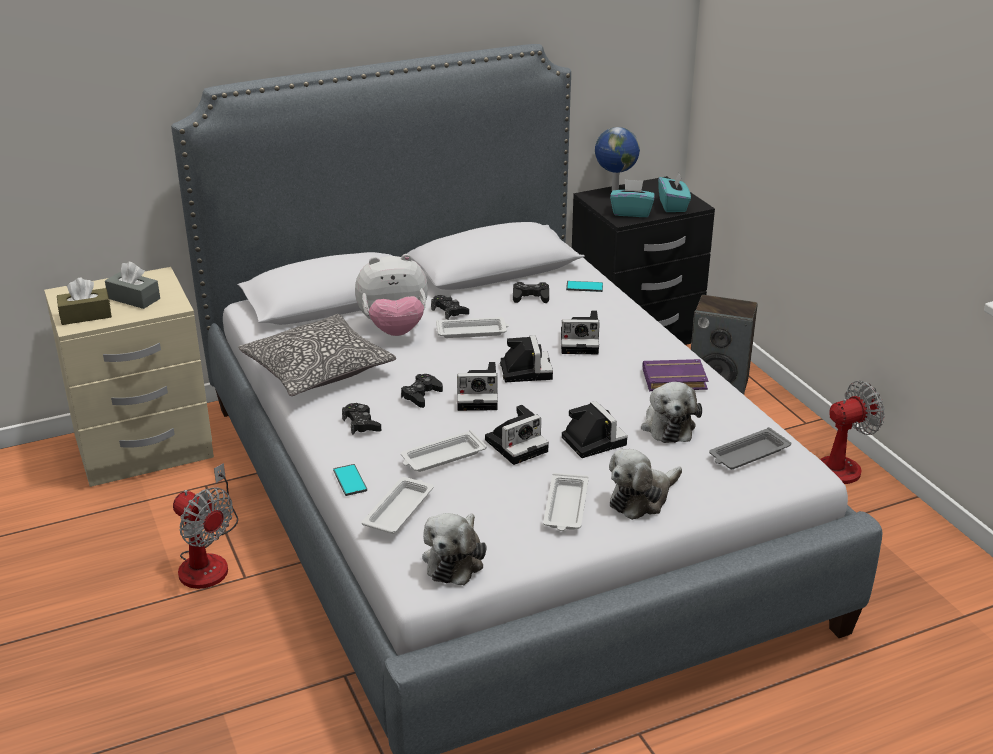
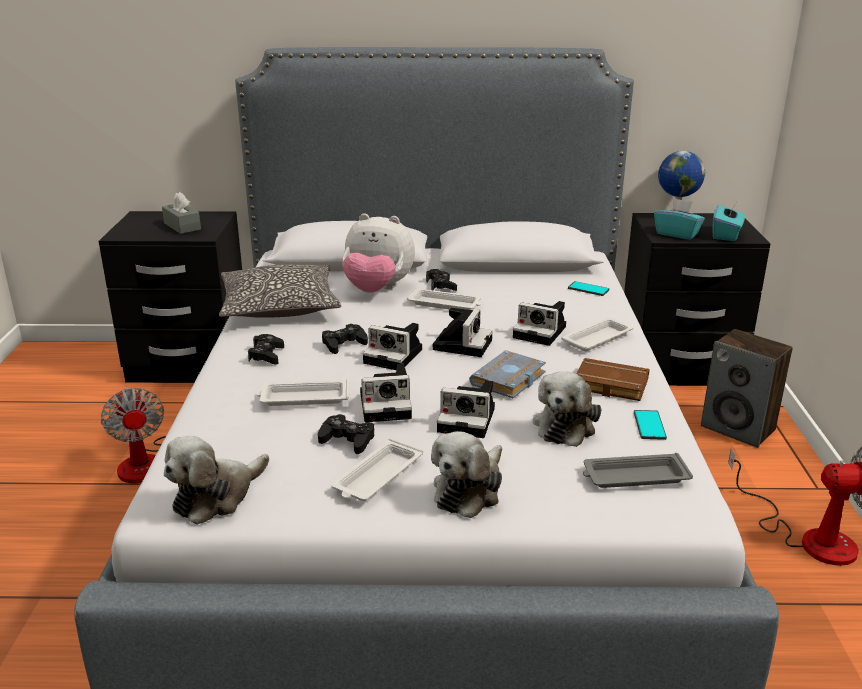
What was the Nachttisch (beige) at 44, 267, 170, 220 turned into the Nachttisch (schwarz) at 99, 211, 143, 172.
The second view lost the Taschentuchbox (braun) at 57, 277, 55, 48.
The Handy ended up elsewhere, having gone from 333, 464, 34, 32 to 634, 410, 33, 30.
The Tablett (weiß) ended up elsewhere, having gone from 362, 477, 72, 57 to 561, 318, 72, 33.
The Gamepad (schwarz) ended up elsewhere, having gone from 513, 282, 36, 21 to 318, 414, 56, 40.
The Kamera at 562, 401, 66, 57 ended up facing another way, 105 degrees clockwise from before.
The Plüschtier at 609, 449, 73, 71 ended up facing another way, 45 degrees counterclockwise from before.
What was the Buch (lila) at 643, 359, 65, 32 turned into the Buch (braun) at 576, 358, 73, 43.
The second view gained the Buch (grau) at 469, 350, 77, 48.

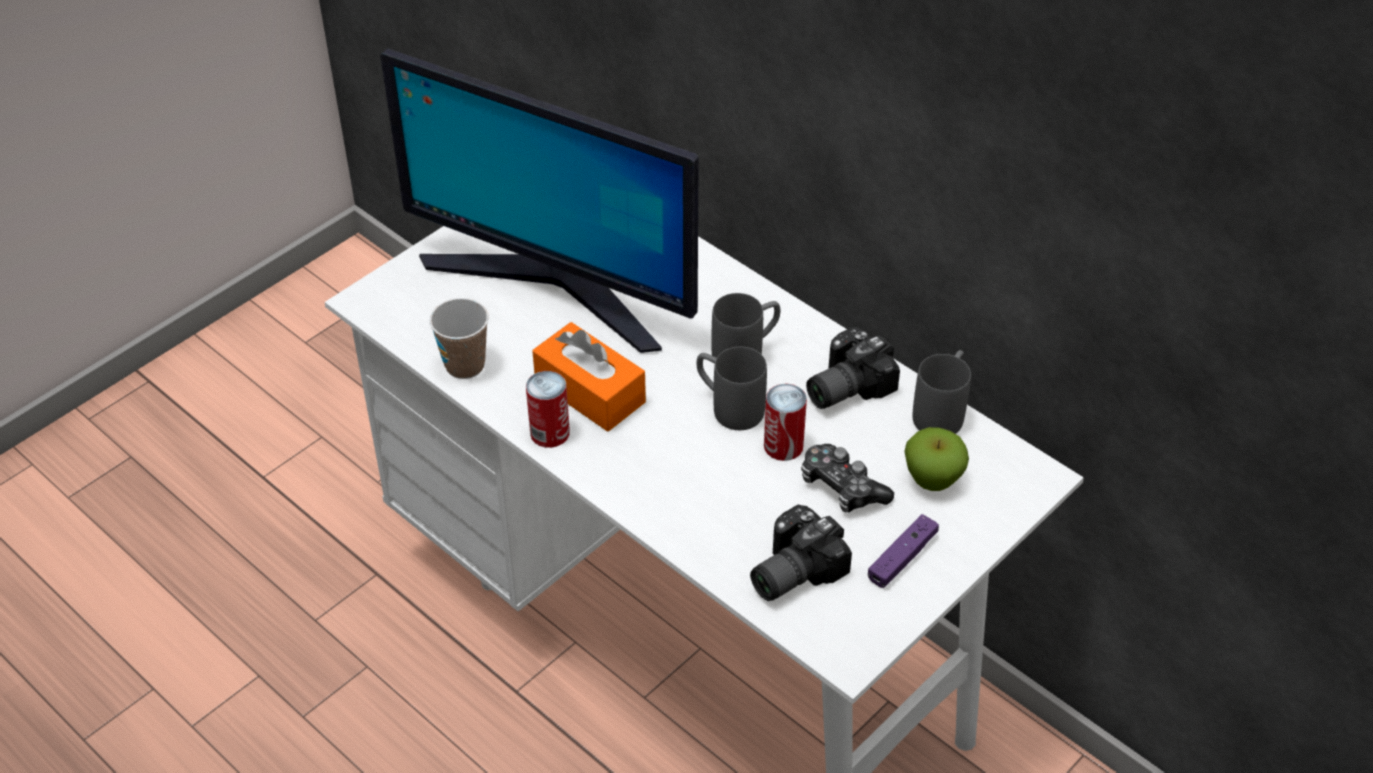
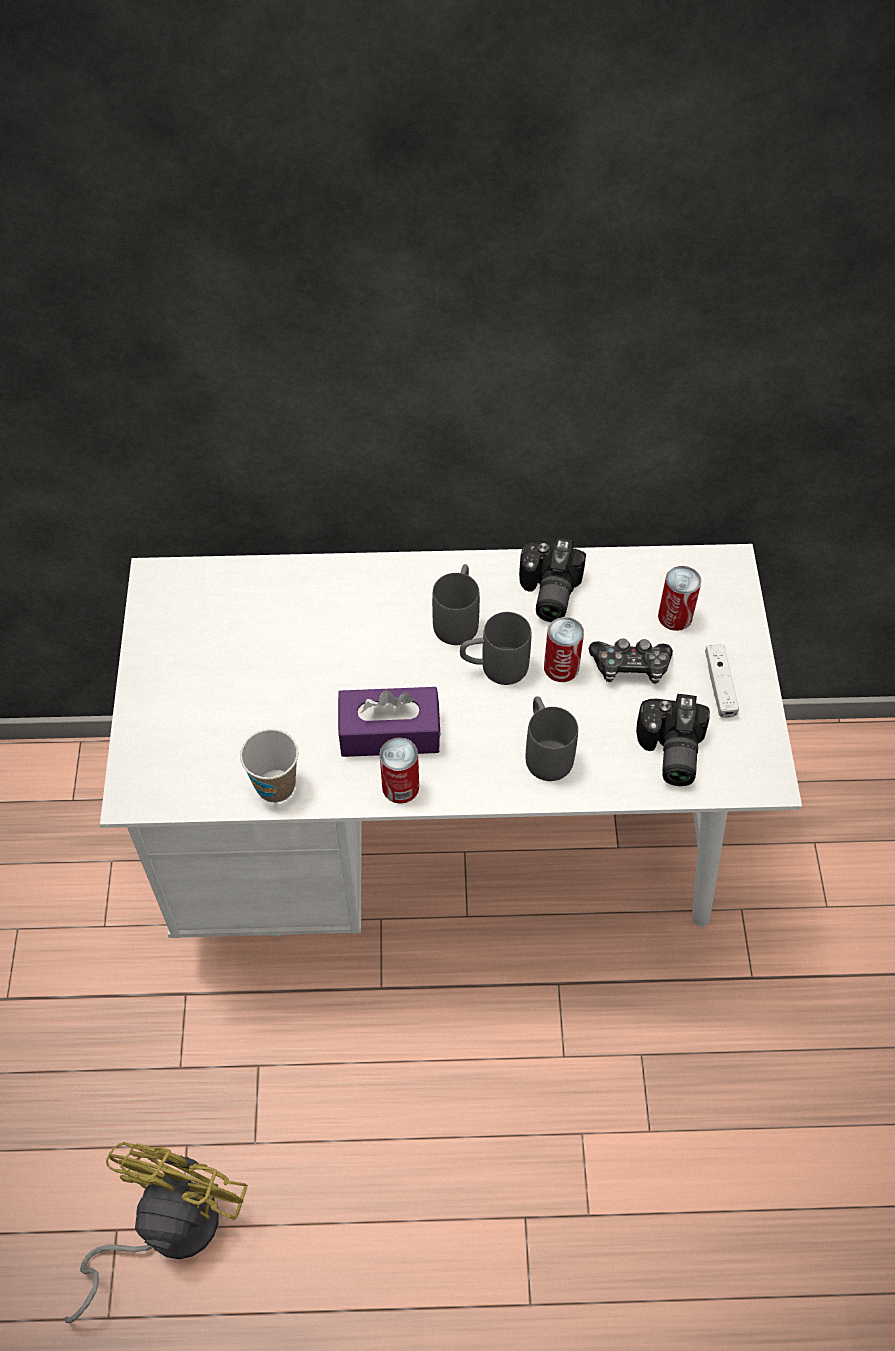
The second view lost the Monitor at 380, 49, 319, 304.
What was the Taschentuchbox (orange) at 532, 322, 114, 109 turned into the Taschentuchbox (lila) at 338, 687, 103, 70.
What was the Gamepad (lila) at 868, 514, 71, 74 turned into the Gamepad (weiß) at 705, 645, 34, 73.
Where the Apfel stood at 904, 427, 65, 64, the Dose came to stand at 658, 566, 43, 65.
The Henkelbecher (grau) ended up elsewhere, having gone from 912, 350, 59, 84 to 526, 696, 52, 85.
The second view gained the Ventilator (gelb) at 65, 1142, 183, 181.

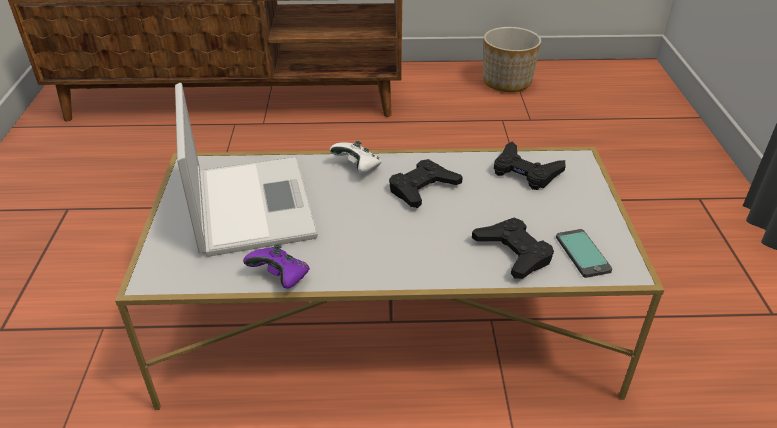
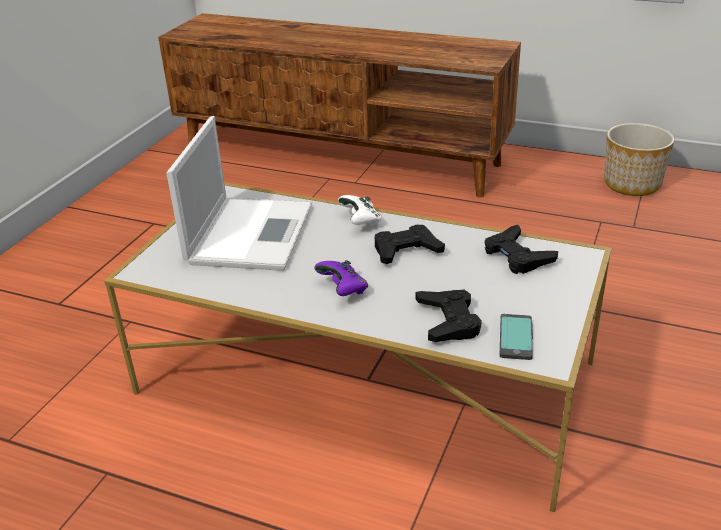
The Gamepad (lila) ended up elsewhere, having gone from 243, 244, 67, 45 to 314, 260, 54, 36.

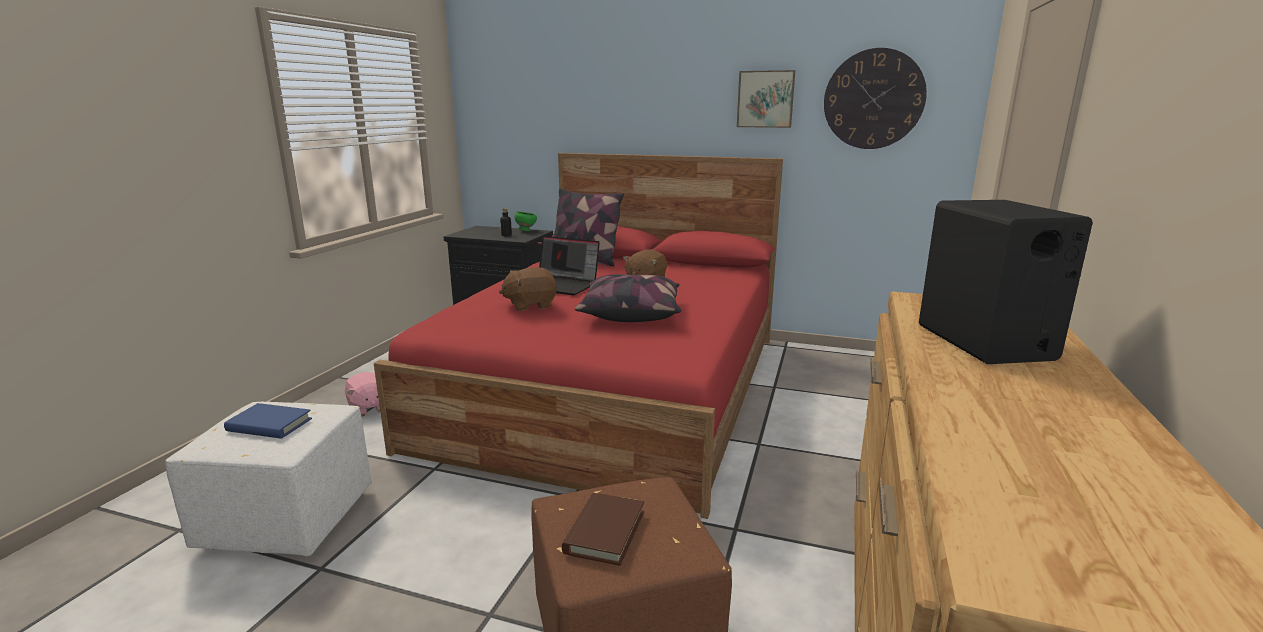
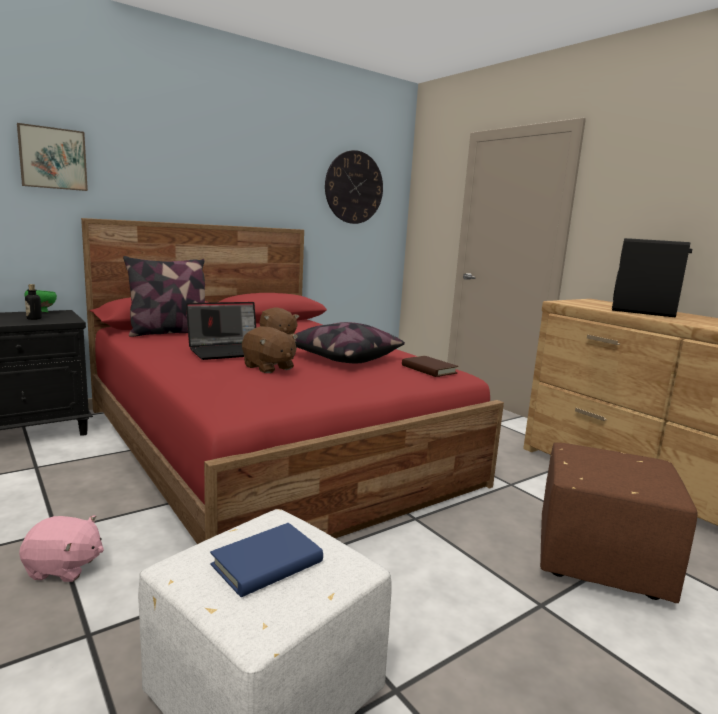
The Plüschtier (braun) at 499, 267, 58, 44 ended up facing another way, 60 degrees counterclockwise from before.
The Buch (braun) ended up elsewhere, having gone from 562, 493, 82, 73 to 402, 356, 56, 21.
The Bild ended up elsewhere, having gone from 737, 70, 58, 58 to 17, 123, 71, 68.

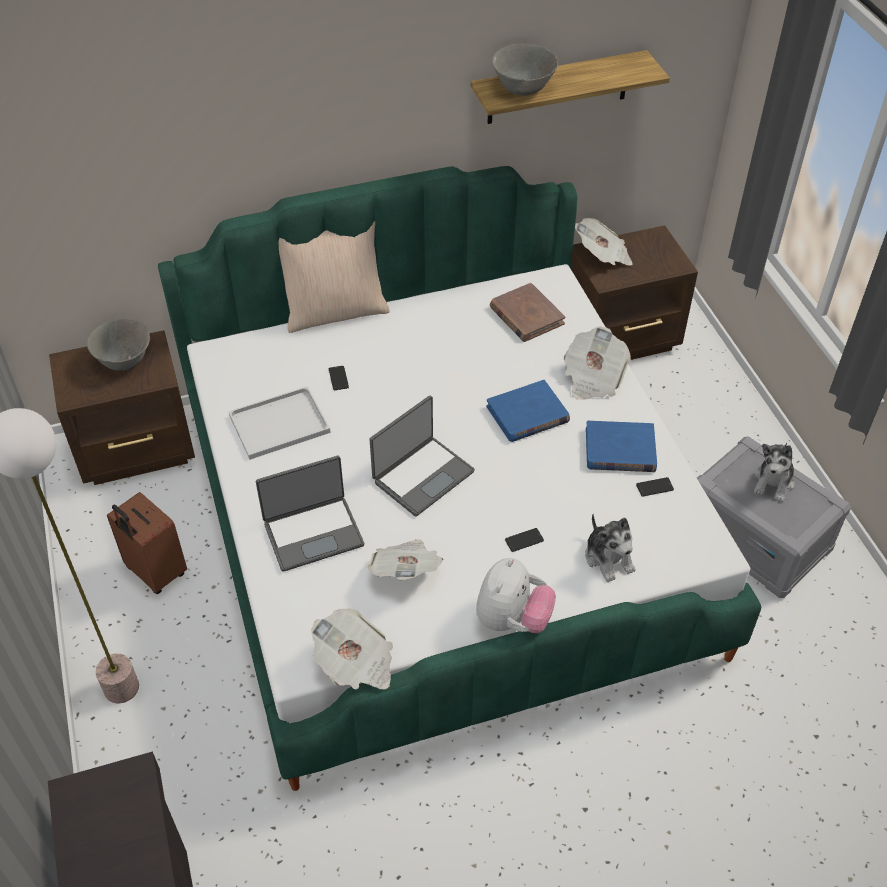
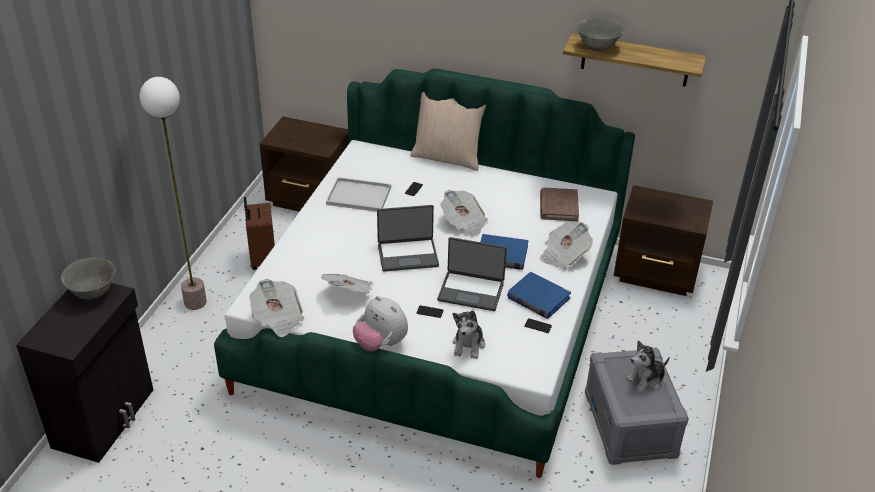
The Schüssel (grau) ended up elsewhere, having gone from 87, 319, 63, 52 to 61, 257, 55, 43.
The Laptop ended up elsewhere, having gone from 256, 456, 108, 116 to 437, 237, 70, 74.
The Plüschtier at 476, 558, 80, 75 ended up facing another way, 75 degrees clockwise from before.
The Zeitung ended up elsewhere, having gone from 575, 218, 58, 48 to 441, 190, 47, 47.

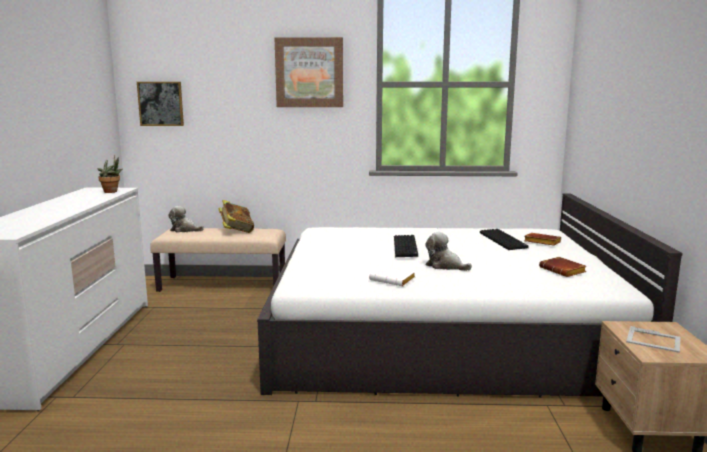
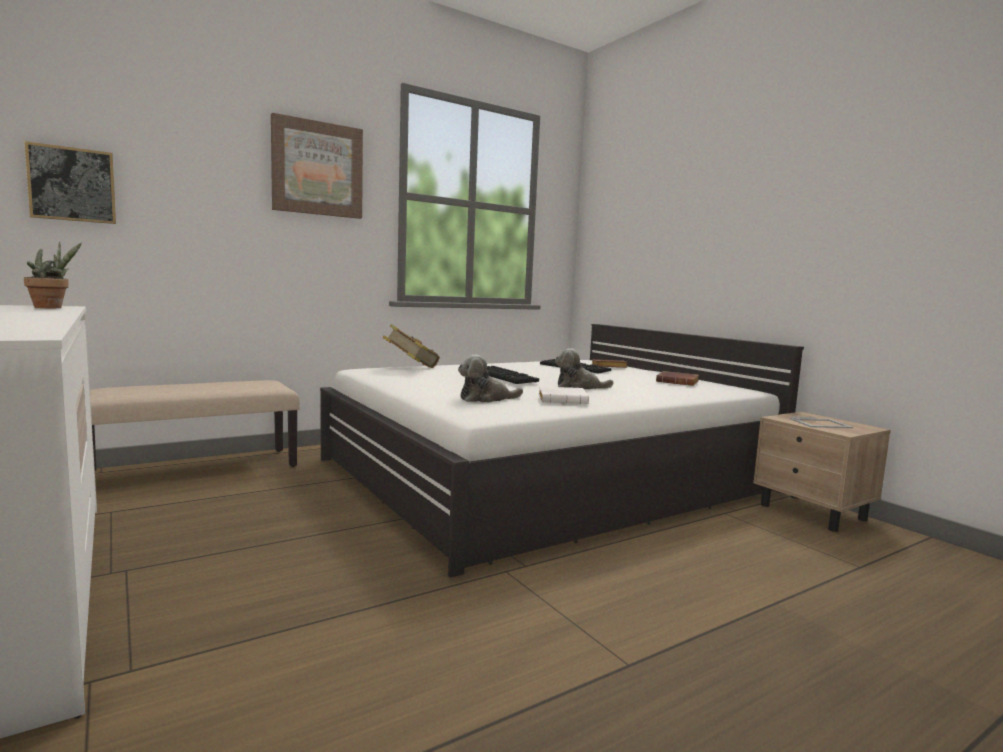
The Plüschtier ended up elsewhere, having gone from 168, 206, 36, 26 to 458, 354, 65, 49.
The Buch ended up elsewhere, having gone from 218, 200, 36, 33 to 383, 324, 57, 44.

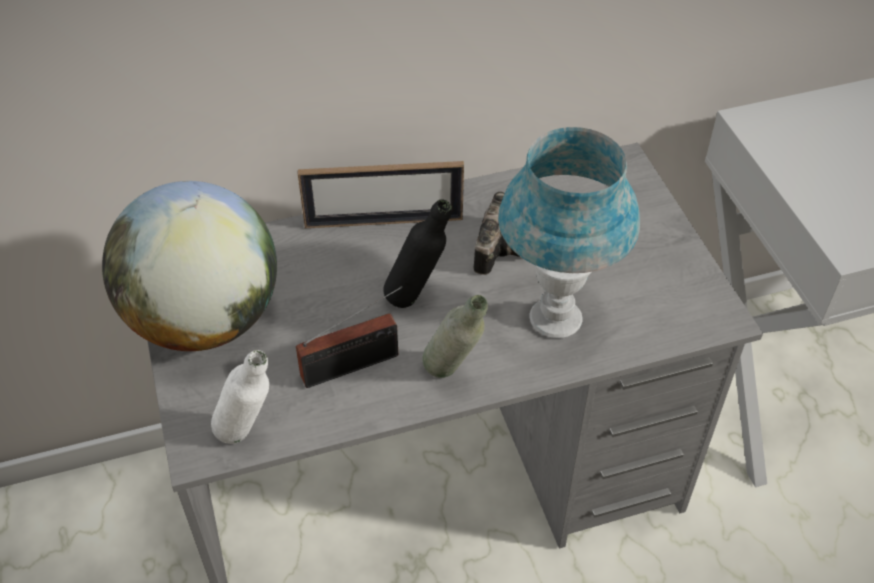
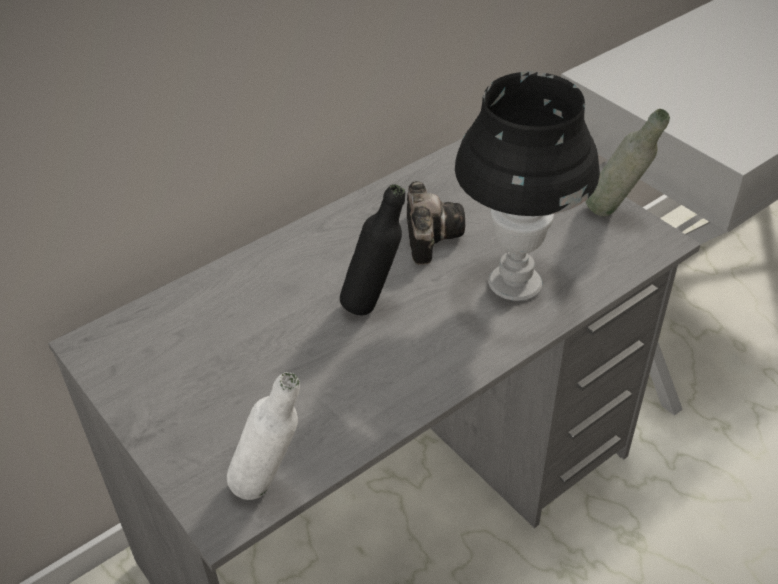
The second view lost the Globus at 102, 181, 175, 170.
The second view lost the Radio at 296, 286, 107, 102.
The second view lost the Bilderrahmen at 298, 161, 166, 67.
The Flasche (grau) ended up elsewhere, having gone from 422, 295, 66, 83 to 585, 109, 85, 107.
What was the Tischlampe (blau) at 498, 127, 142, 211 turned into the Tischlampe (schwarz) at 455, 72, 145, 229.

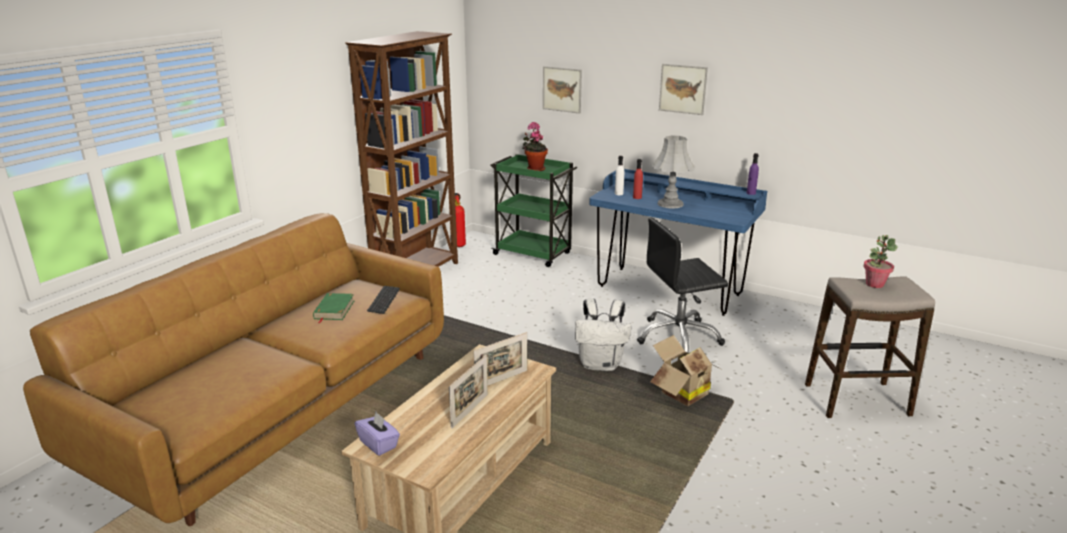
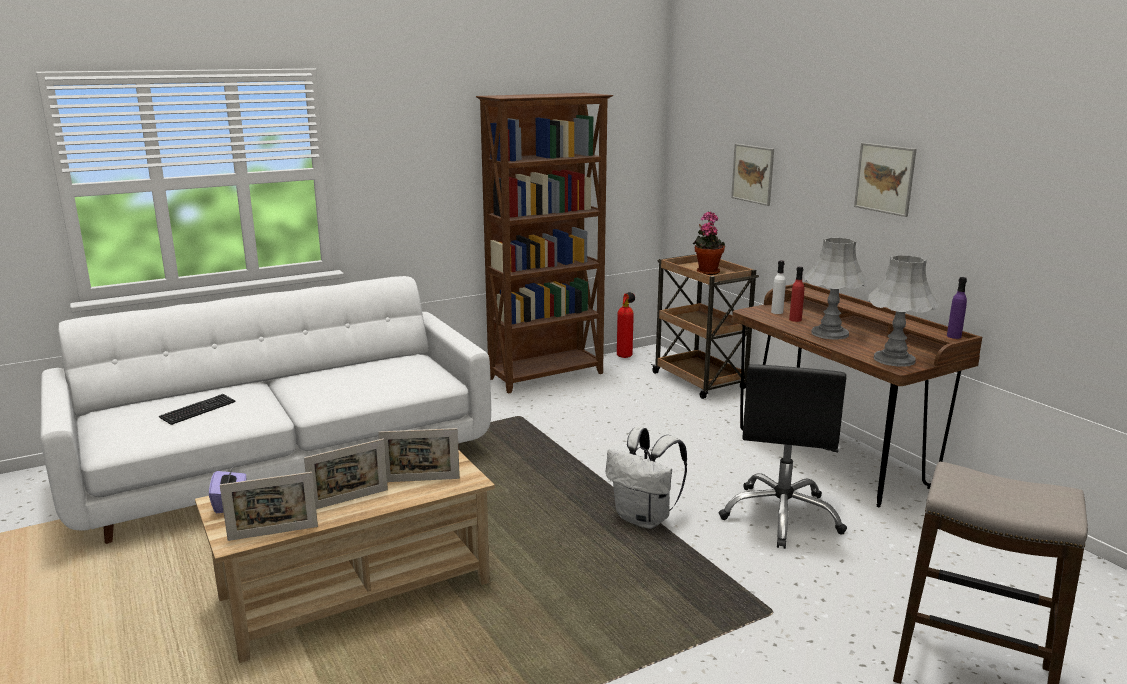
What was the Sofa (braun) at 23, 213, 421, 313 turned into the Sofa (weiß) at 41, 276, 450, 268.
The second view lost the Buch (grün) at 313, 293, 42, 30.
The Tastatur ended up elsewhere, having gone from 367, 286, 33, 28 to 159, 394, 76, 31.
What was the Rollwagen (grün) at 490, 154, 87, 113 turned into the Rollwagen (braun) at 651, 254, 108, 145.
What was the Schreibtisch (blau) at 589, 169, 178, 147 turned into the Schreibtisch (braun) at 732, 282, 250, 225.
The Bürostuhl (schwarz) at 637, 217, 91, 136 ended up facing another way, 90 degrees counterclockwise from before.
The second view lost the Karton at 650, 335, 63, 71.
The second view lost the Topfpflanze at 863, 235, 35, 53.
The second view gained the Bilderrahmen at 220, 472, 98, 69.
The second view gained the Tischlampe (grau) at 868, 255, 71, 112.

